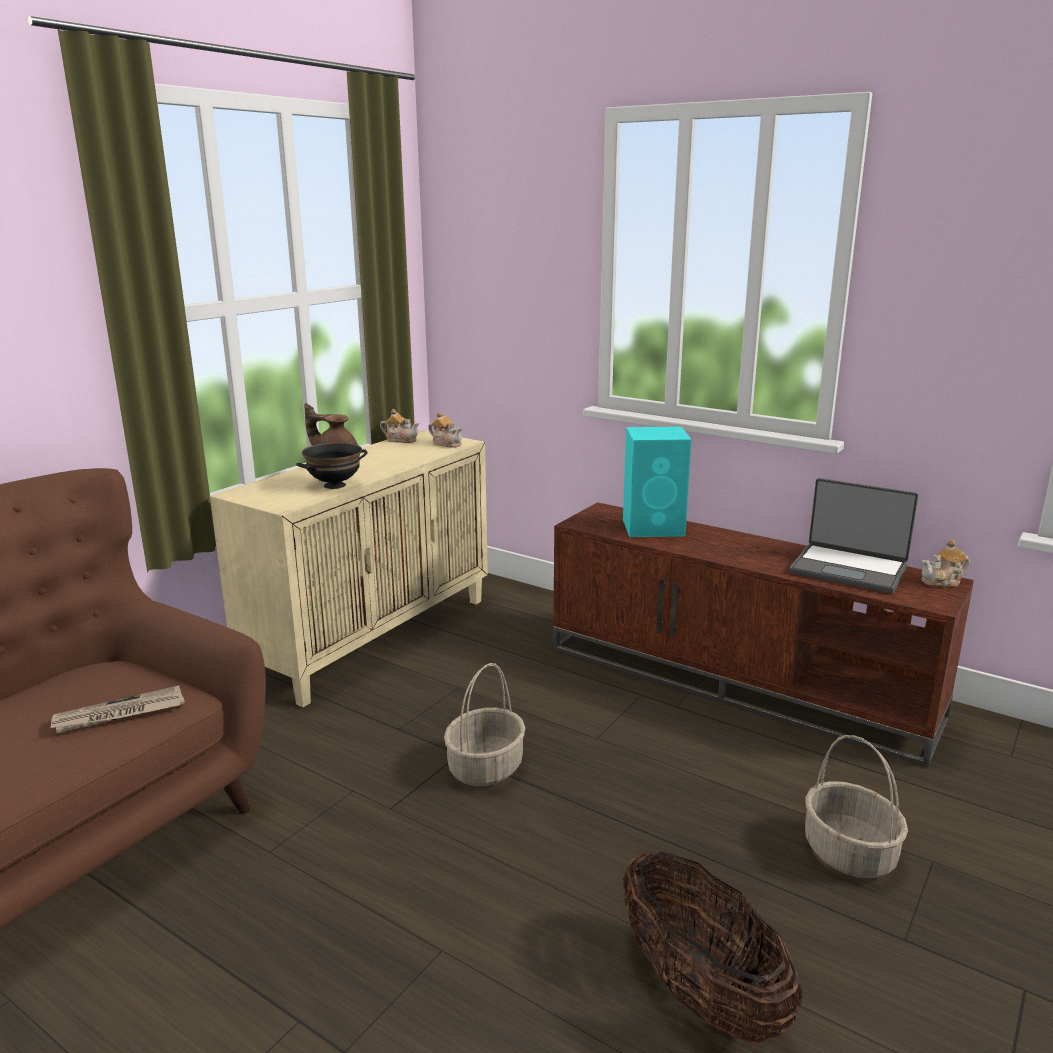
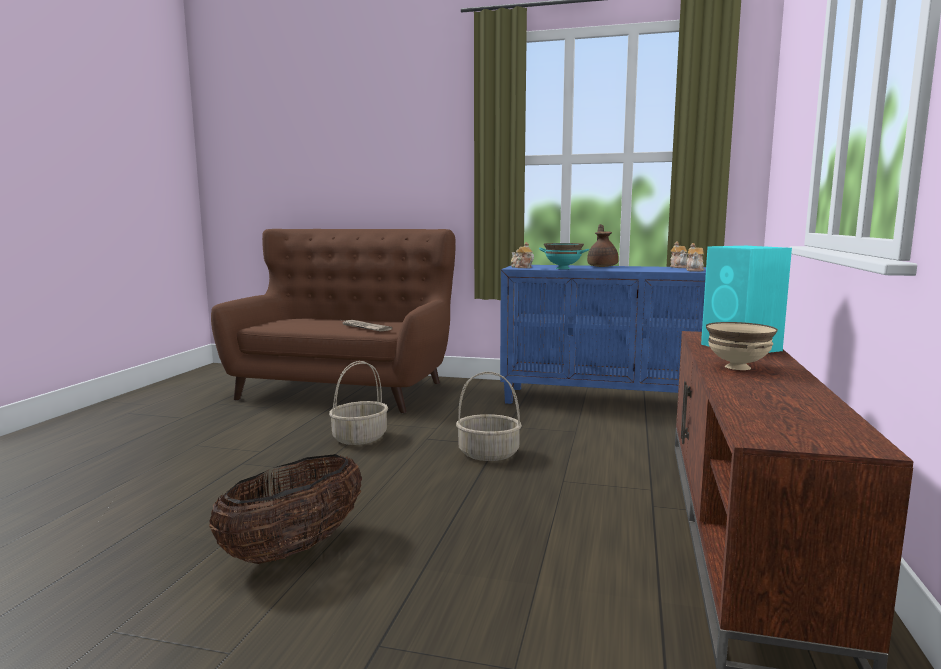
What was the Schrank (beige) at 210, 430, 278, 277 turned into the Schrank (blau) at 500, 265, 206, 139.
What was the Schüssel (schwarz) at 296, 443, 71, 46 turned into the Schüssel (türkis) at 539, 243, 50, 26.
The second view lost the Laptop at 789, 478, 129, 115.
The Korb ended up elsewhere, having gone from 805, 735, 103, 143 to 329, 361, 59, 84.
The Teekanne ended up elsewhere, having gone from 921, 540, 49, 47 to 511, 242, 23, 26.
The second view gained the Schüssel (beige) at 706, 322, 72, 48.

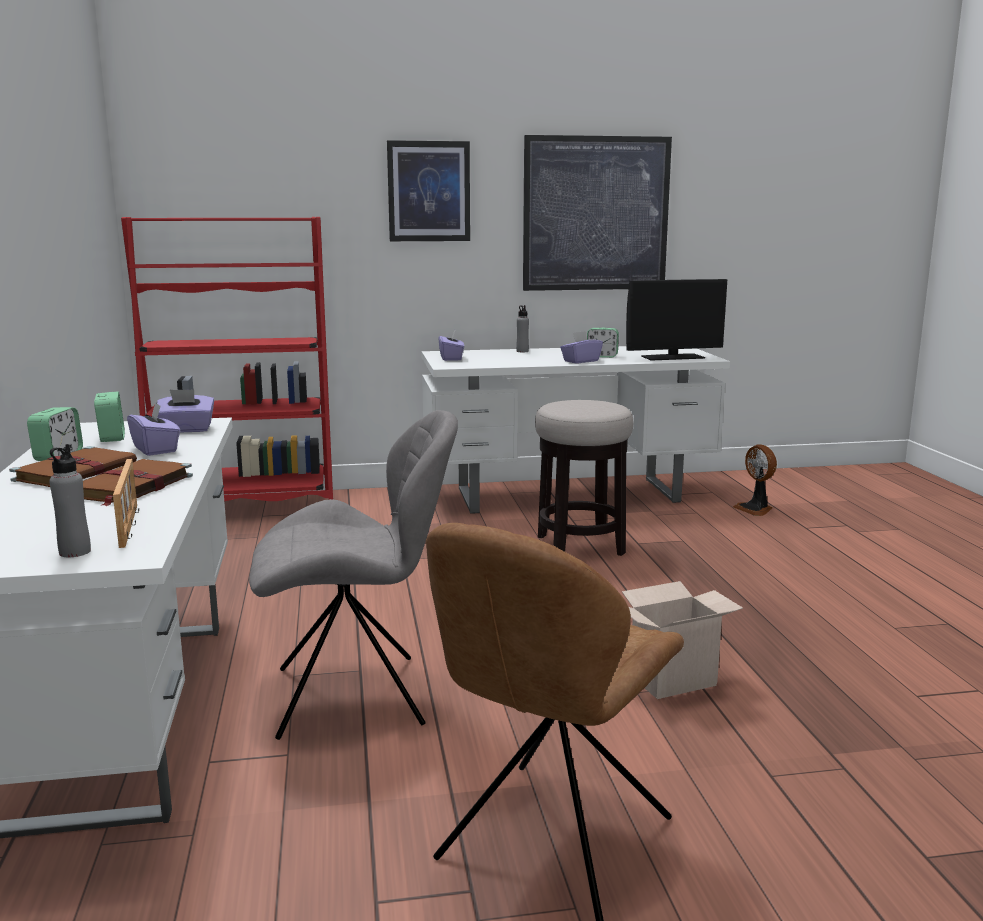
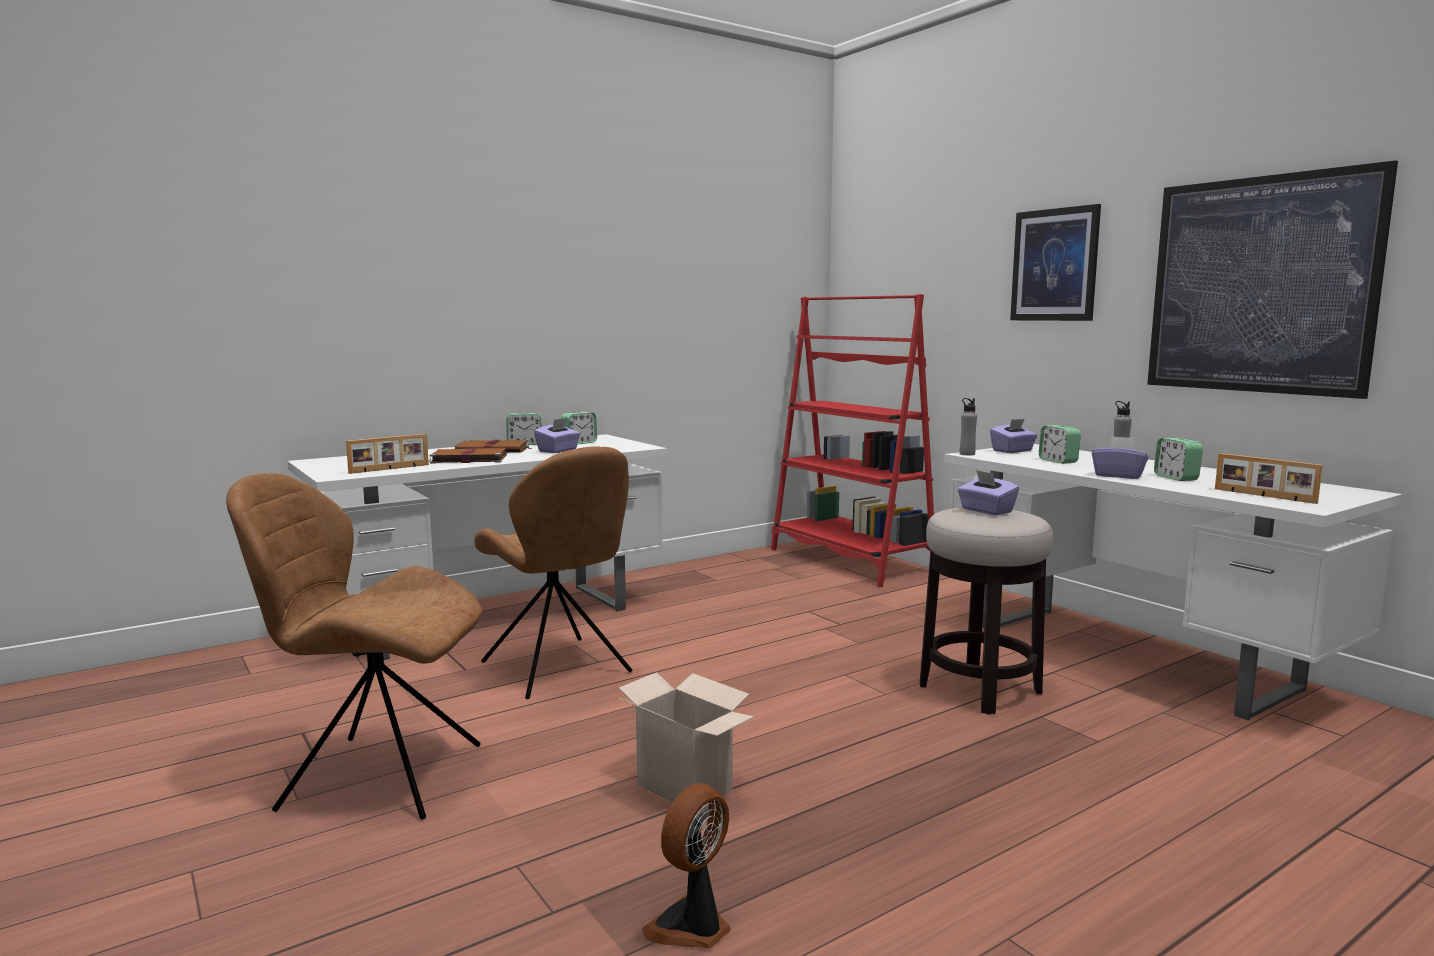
The Flasche (grau) ended up elsewhere, having gone from 49, 444, 42, 113 to 960, 398, 17, 57.
The Taschentuchbox (lila) ended up elsewhere, having gone from 157, 389, 57, 44 to 958, 470, 61, 45.
What was the Stuhl (grau) at 249, 410, 209, 330 turned into the Stuhl (braun) at 474, 446, 158, 253.
Where the Monitor stood at 626, 279, 101, 82, the Bilderrahmen came to stand at 1215, 453, 108, 51.
The Ventilator ended up elsewhere, having gone from 733, 444, 44, 72 to 642, 783, 89, 165.
The second view gained the Wecker at 1039, 425, 42, 39.

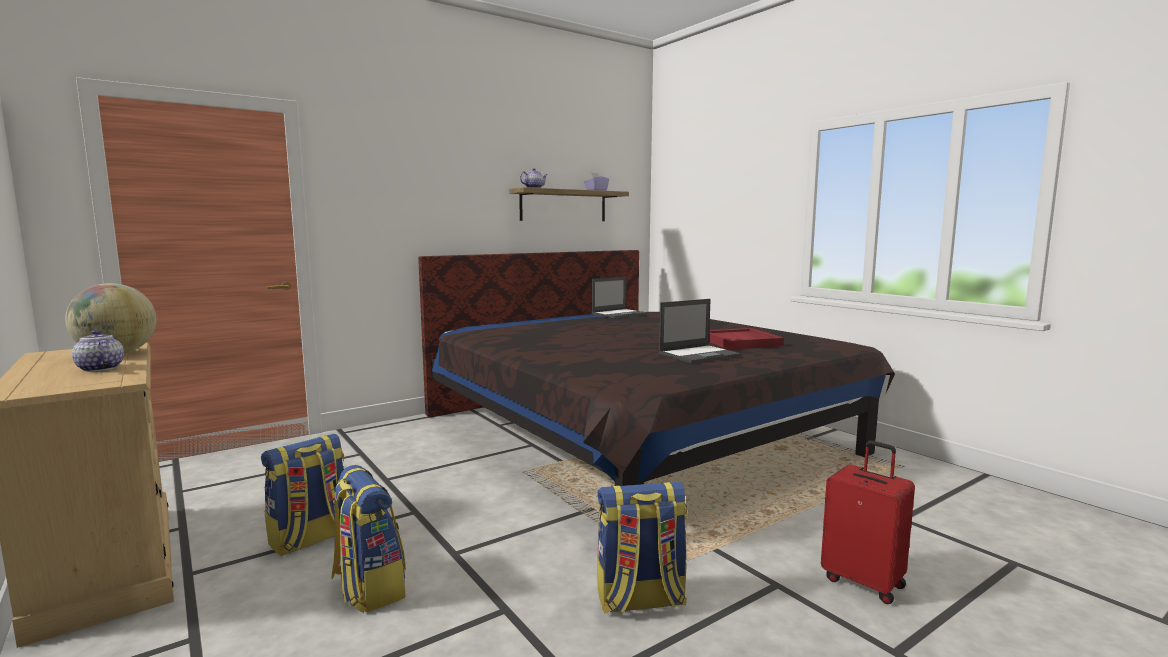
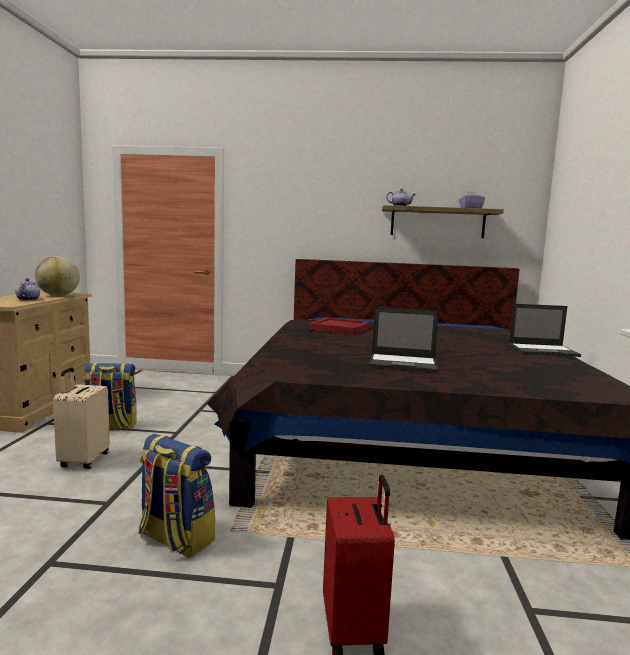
Where the Rucksack stood at 331, 465, 75, 148, the Koffer (beige) came to stand at 53, 368, 57, 101.
The Laptop ended up elsewhere, having gone from 592, 277, 56, 42 to 509, 304, 72, 53.
The Tablett (rot) ended up elsewhere, having gone from 709, 328, 75, 22 to 309, 317, 61, 18.

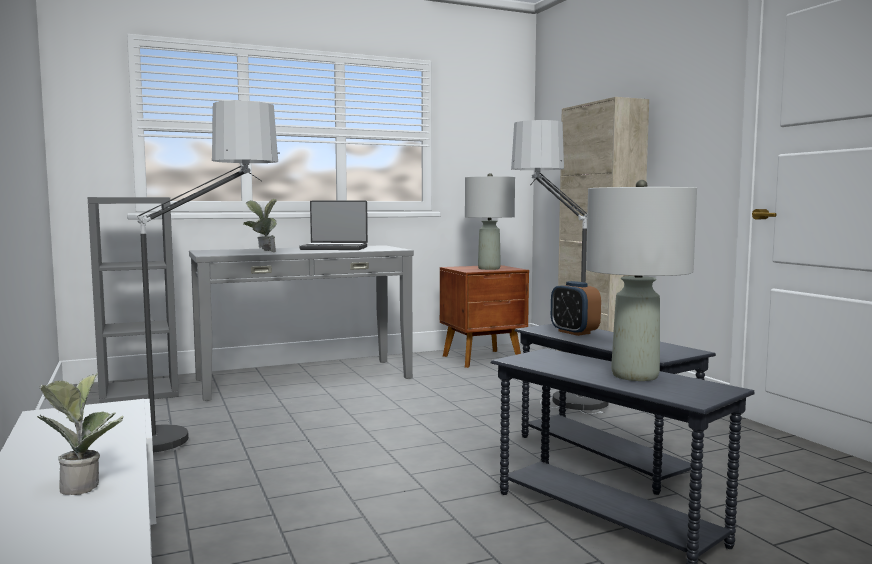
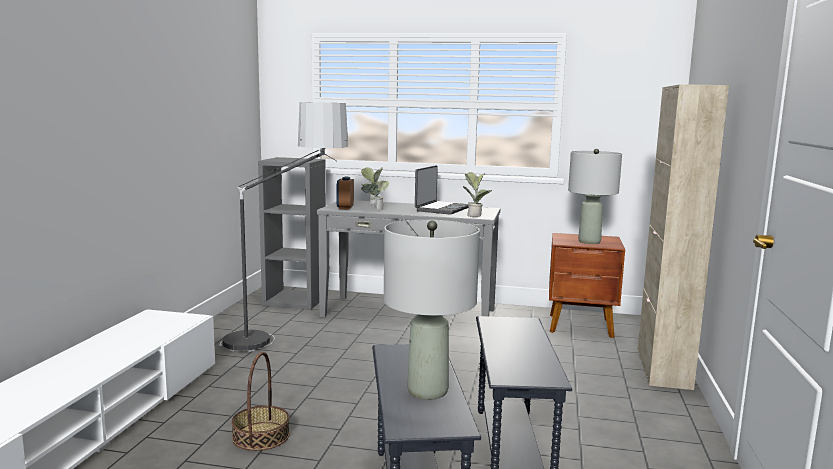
The Topfpflanze ended up elsewhere, having gone from 37, 372, 86, 123 to 463, 172, 29, 46.
The Laptop at 299, 201, 69, 49 ended up facing another way, 105 degrees counterclockwise from before.
The second view lost the Stehlampe at 511, 120, 97, 294.
The Wecker ended up elsewhere, having gone from 551, 281, 50, 55 to 336, 177, 18, 33.
The second view gained the Korb at 231, 352, 59, 99.

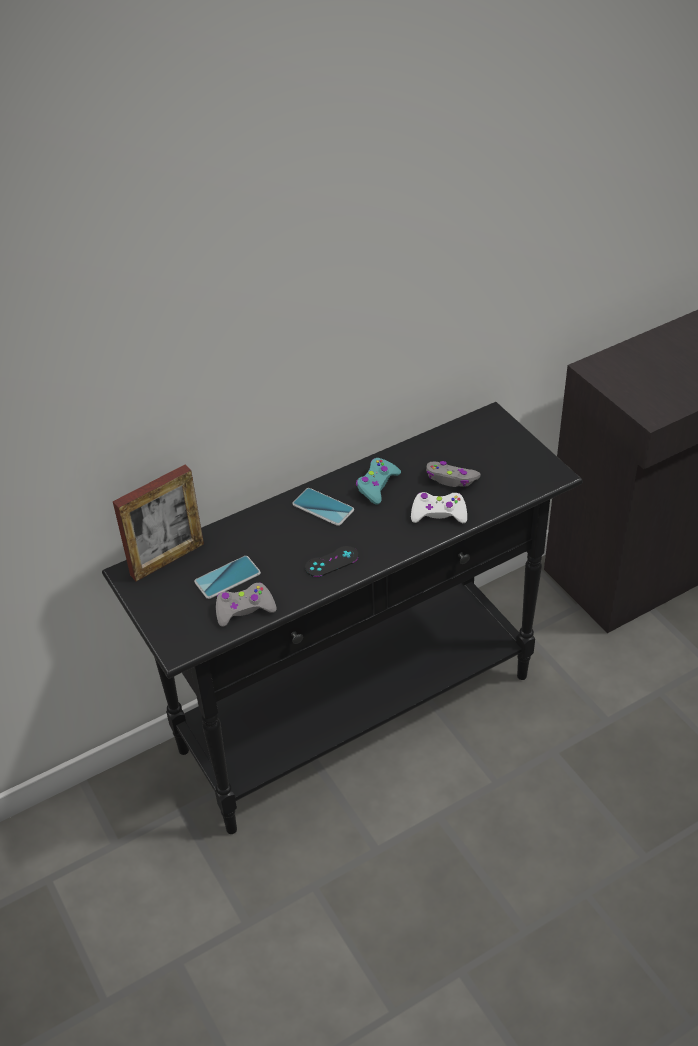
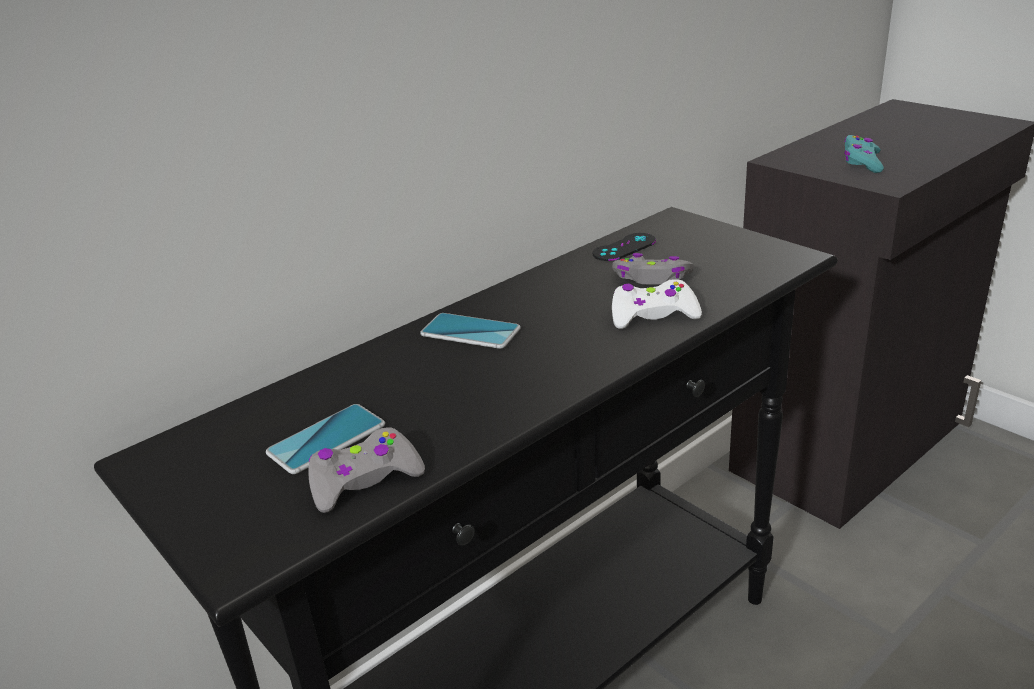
The second view lost the Bilderrahmen at 113, 465, 91, 116.
The Gamepad (schwarz) ended up elsewhere, having gone from 305, 546, 54, 31 to 593, 233, 63, 28.
The Gamepad (türkis) ended up elsewhere, having gone from 356, 458, 45, 47 to 844, 135, 40, 38.

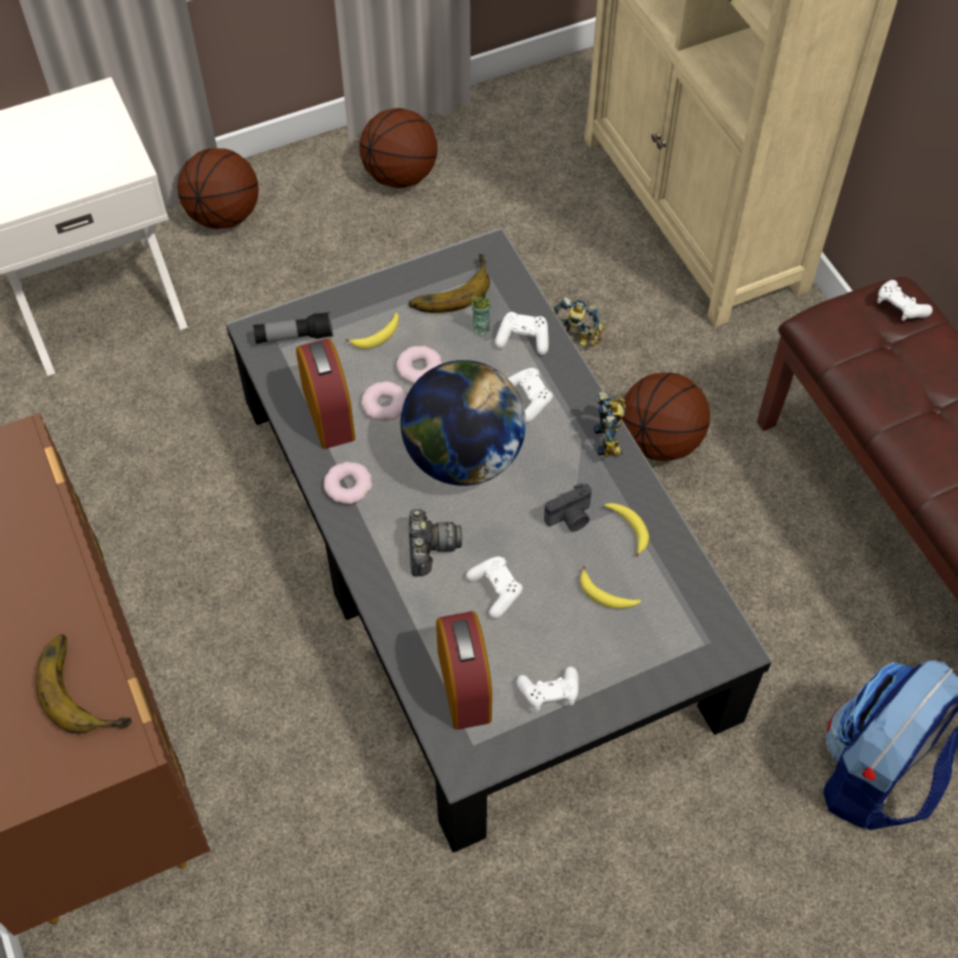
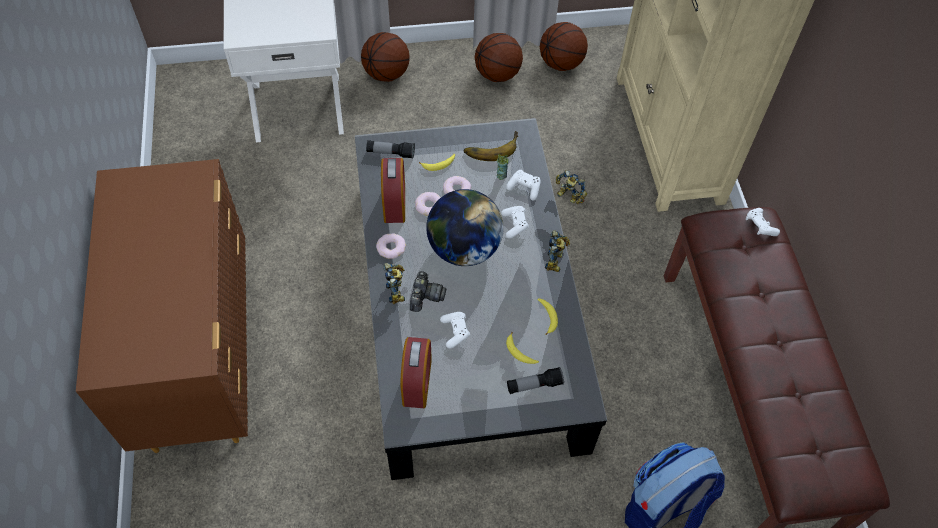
The second view lost the Banane at 36, 635, 96, 98.
The second view lost the Gamepad (weiß) at 516, 666, 63, 45.
The second view lost the Kamera at 544, 483, 48, 49.
The Basketball ended up elsewhere, having gone from 622, 373, 88, 88 to 540, 22, 48, 49.
The second view gained the Spielzeugroboter at 383, 263, 22, 41.
The second view gained the Taschenlampe at 507, 367, 57, 27.

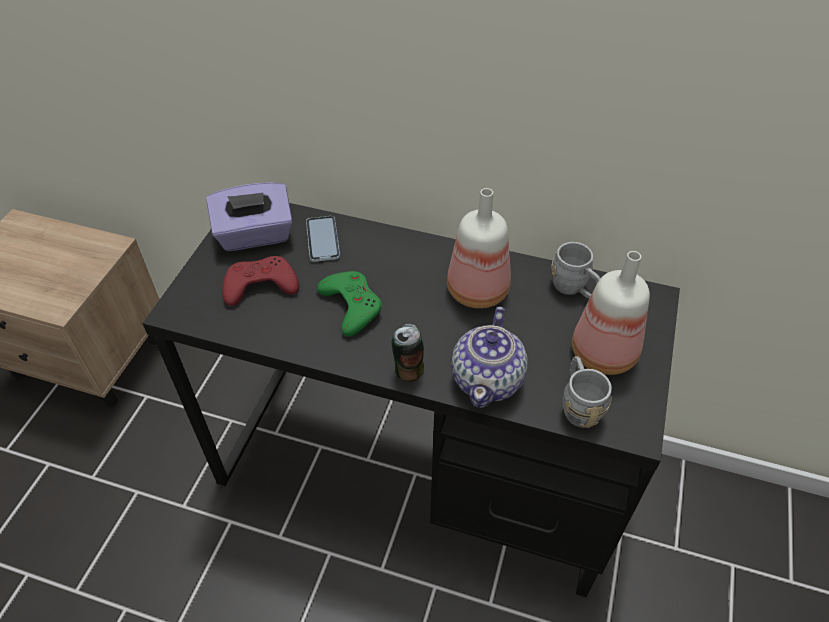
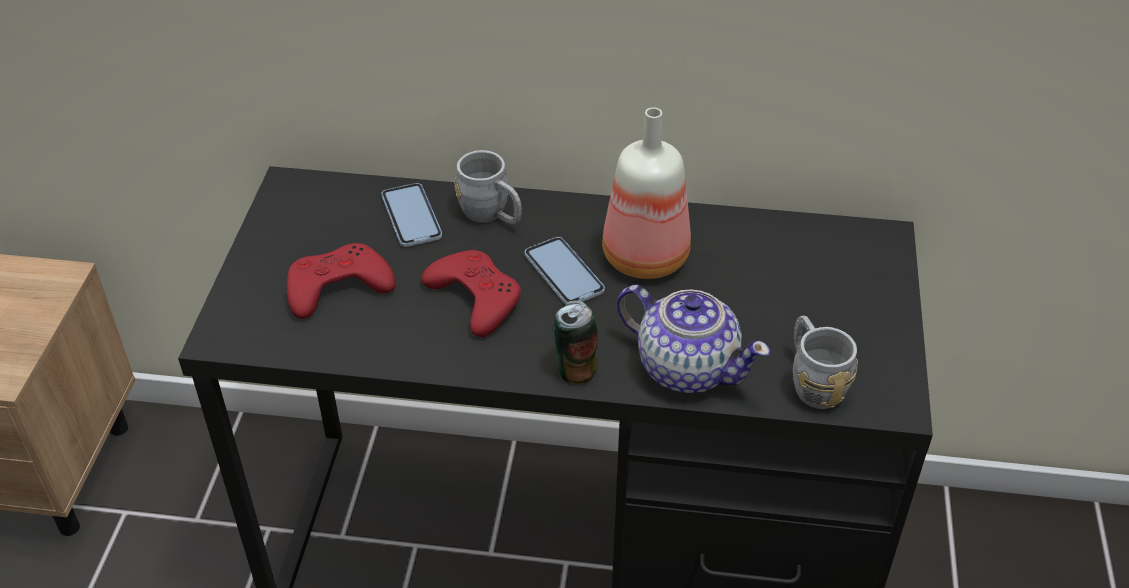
The second view lost the Taschentuchbox (lila) at 206, 182, 87, 69.
What was the Gamepad (grün) at 317, 271, 65, 65 turned into the Gamepad (rot) at 421, 250, 100, 87.
The Teekanne at 451, 306, 77, 102 ended up facing another way, 60 degrees counterclockwise from before.
The Henkelbecher (grau) ended up elsewhere, having gone from 551, 242, 49, 57 to 454, 150, 68, 74.
The second view lost the Flasche at 572, 251, 78, 124.
The second view gained the Handy at 525, 237, 80, 68.

